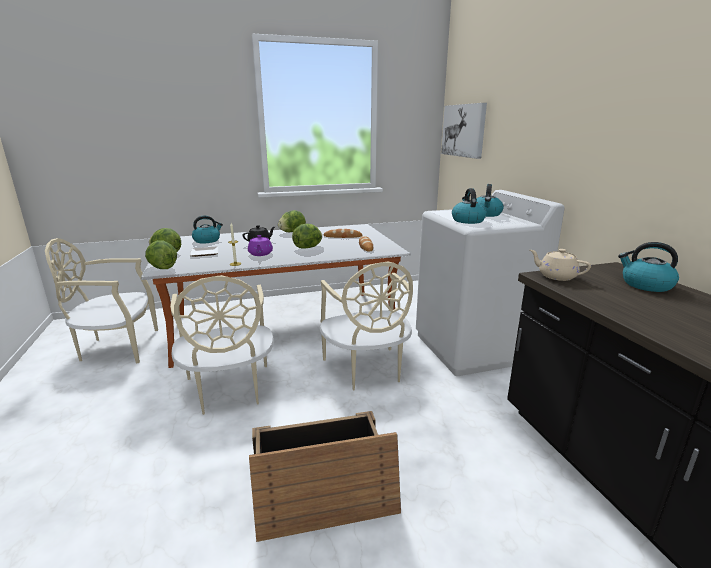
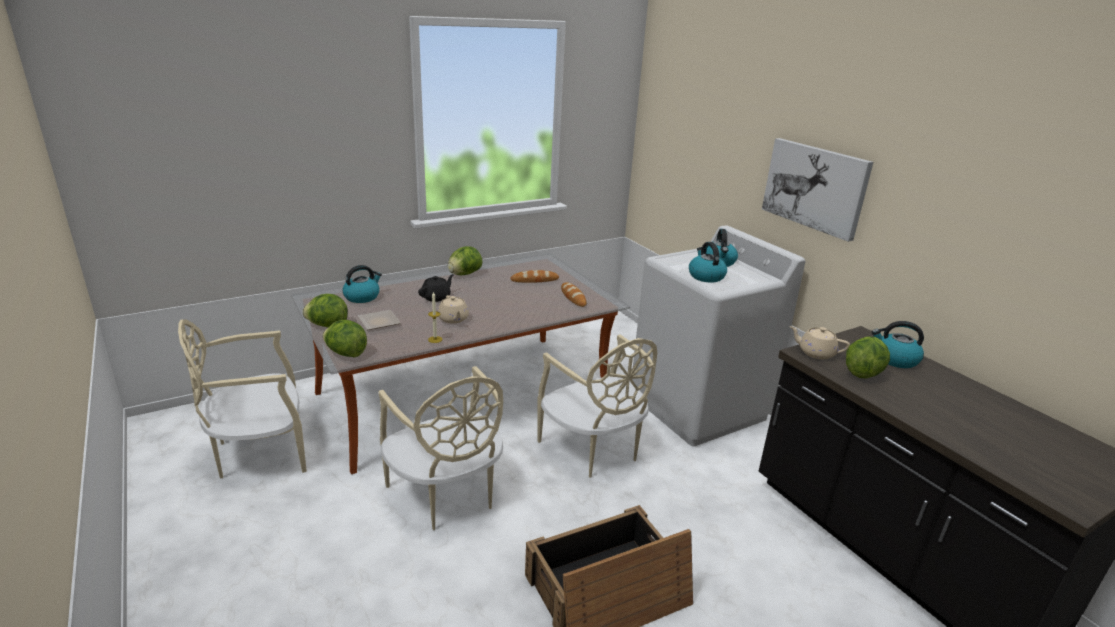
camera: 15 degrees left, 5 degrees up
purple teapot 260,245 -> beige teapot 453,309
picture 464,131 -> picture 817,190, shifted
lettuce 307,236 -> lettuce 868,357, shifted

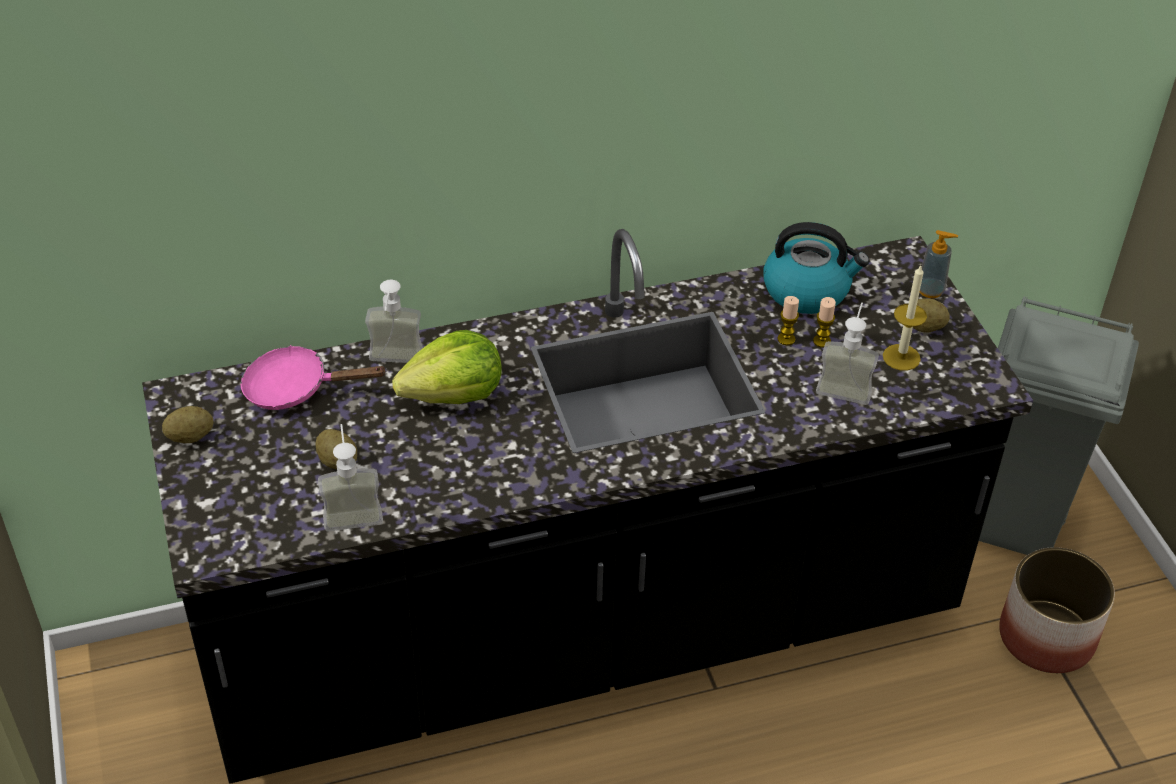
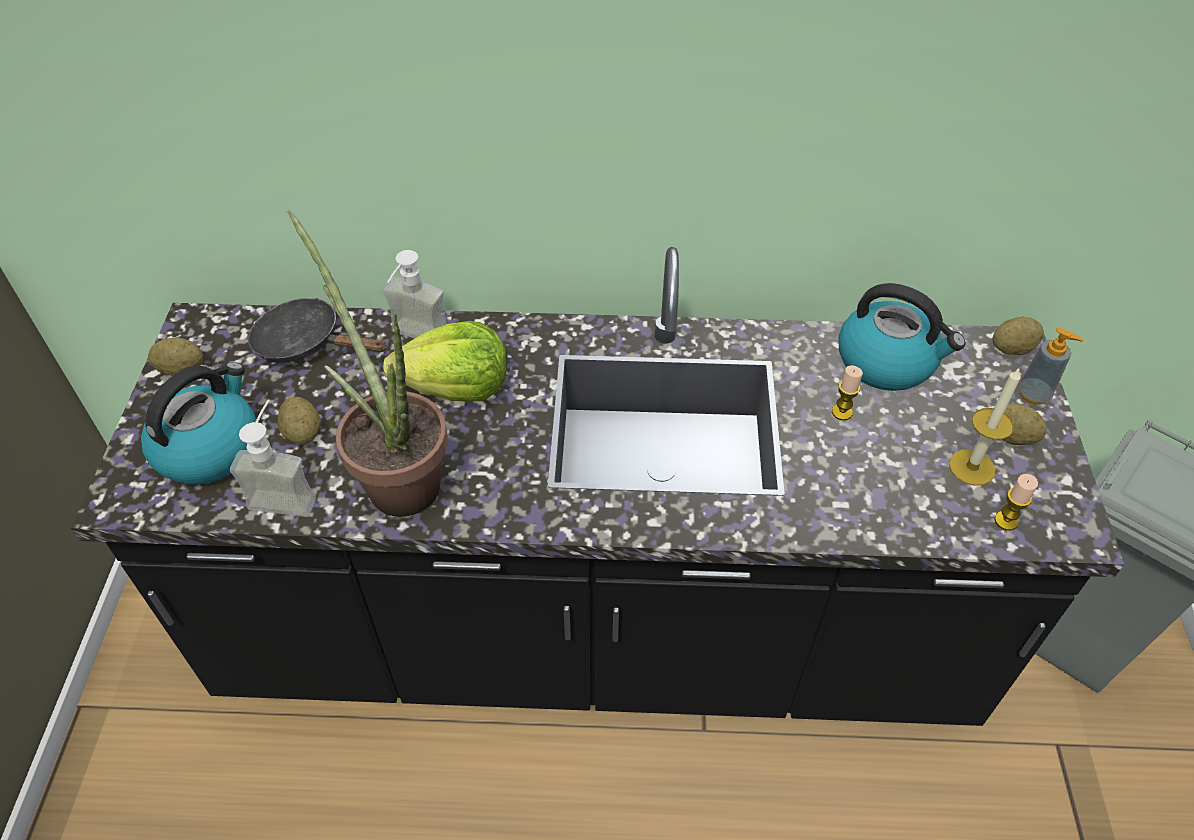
camera: 20 degrees right, 5 degrees up
none -> kettle 198,423
pink frying pan 313,377 -> black frying pan 318,330
none -> potted plant 367,363
none -> potato 1018,336
candle 824,322 -> candle 1016,502, shifted
soap dispenser 847,353 -> none
planter 1057,610 -> none

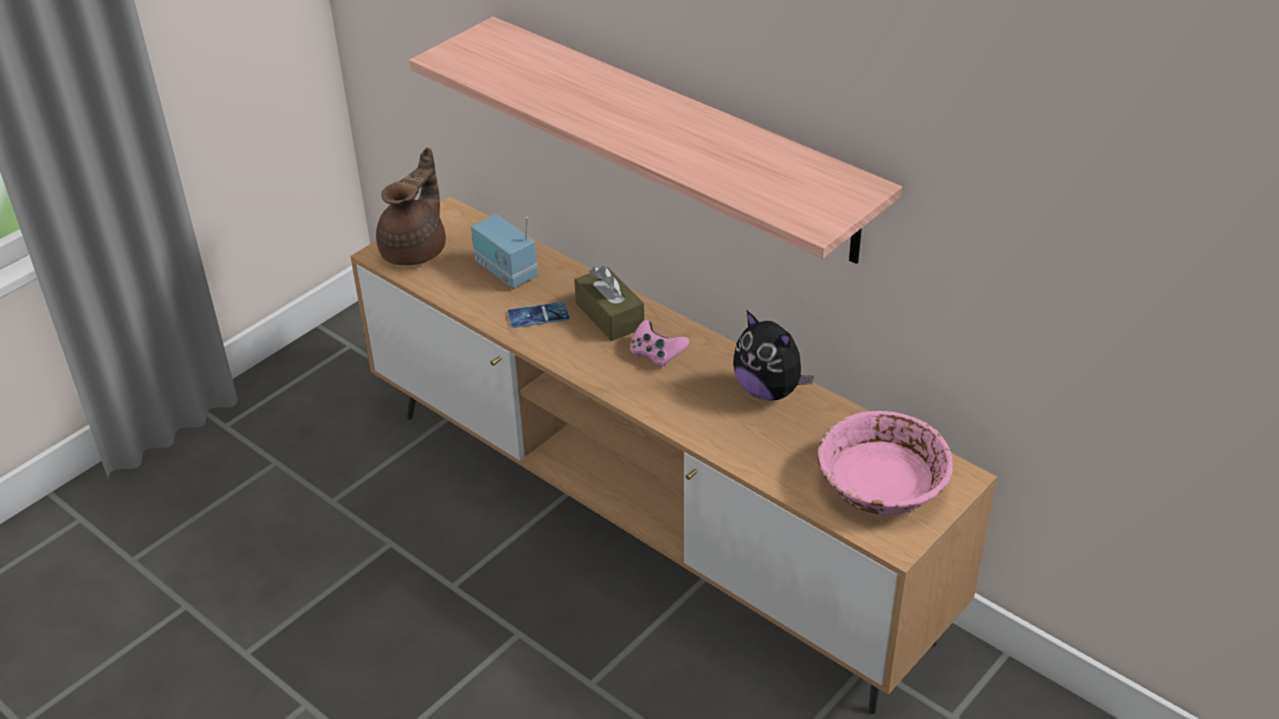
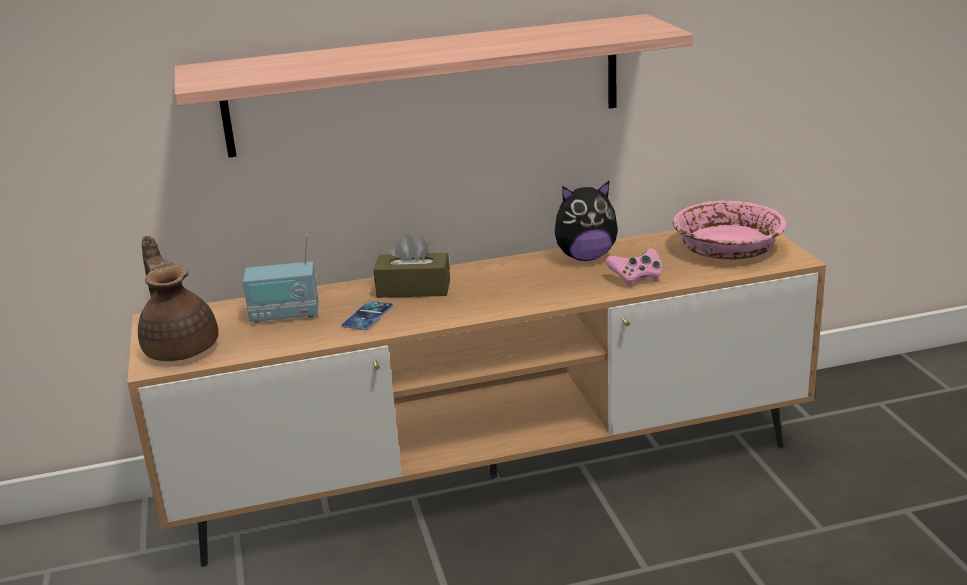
camera: 55 degrees left, 15 degrees down
pink game controller 659,344 -> pink game controller 634,267, shifted

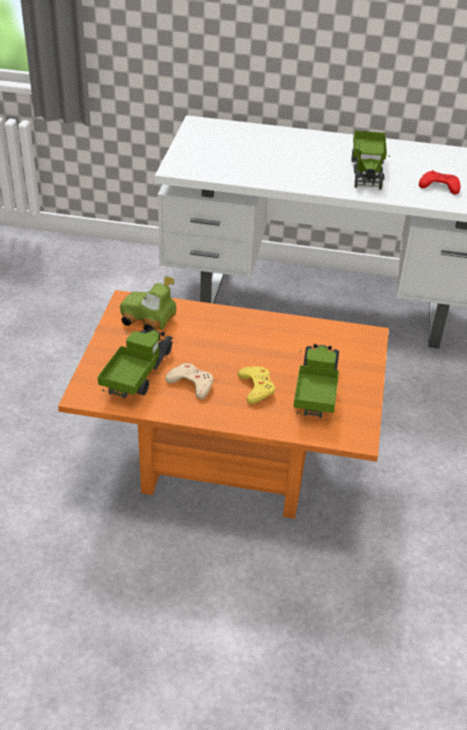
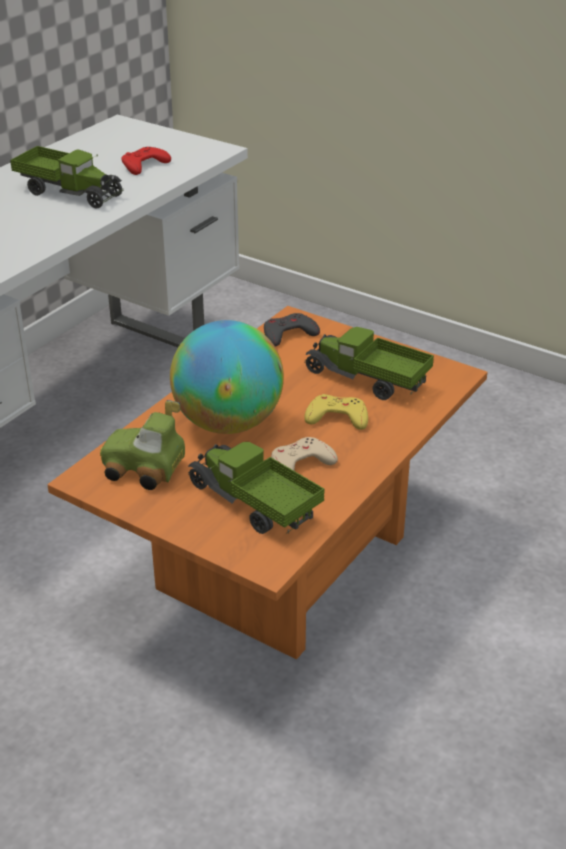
camera: 65 degrees left, 5 degrees down
toy car 148,303 -> toy car 142,445, 60 degrees clockwise
none -> globe 227,377
none -> grey game controller 292,330

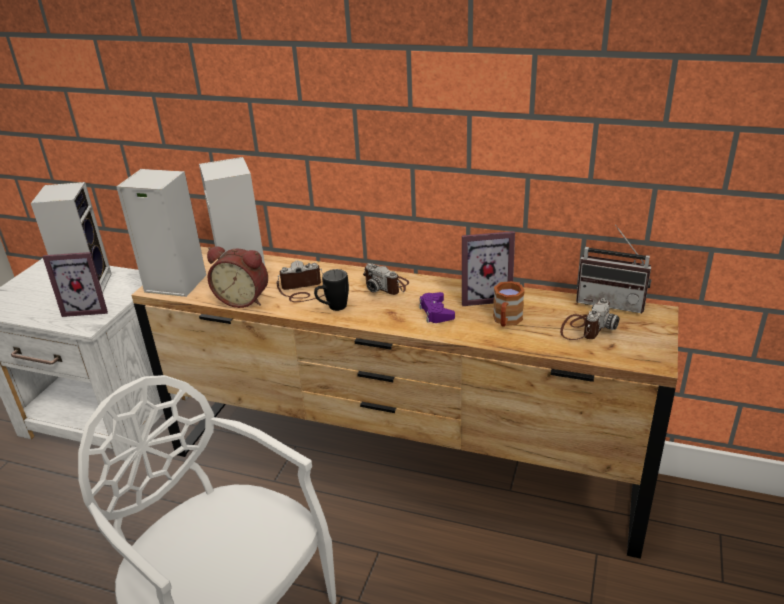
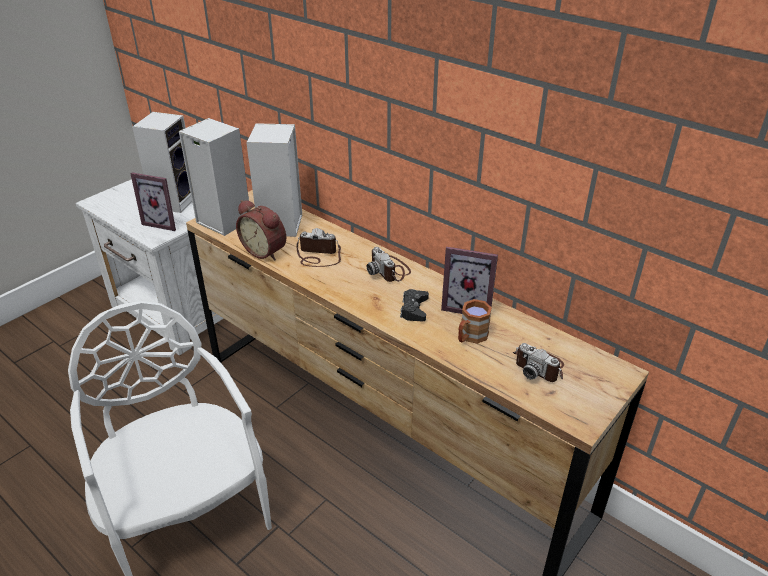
camera: 20 degrees right, 5 degrees up
purple game controller 437,307 -> black game controller 414,305
photo camera 589,319 -> photo camera 538,362, 75 degrees clockwise
black mug 331,290 -> none
radio 613,268 -> none

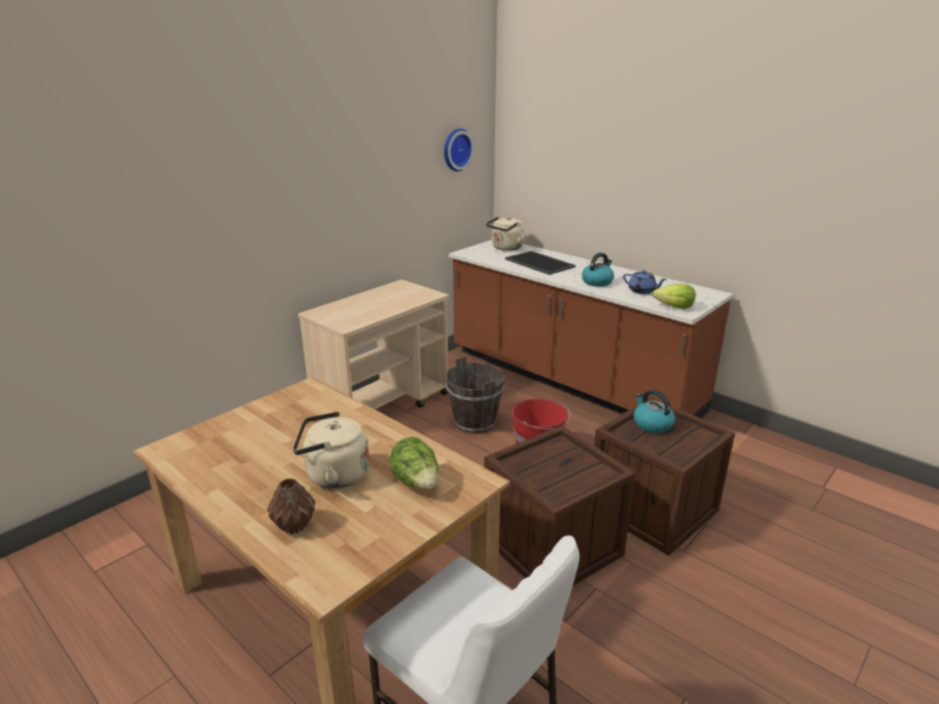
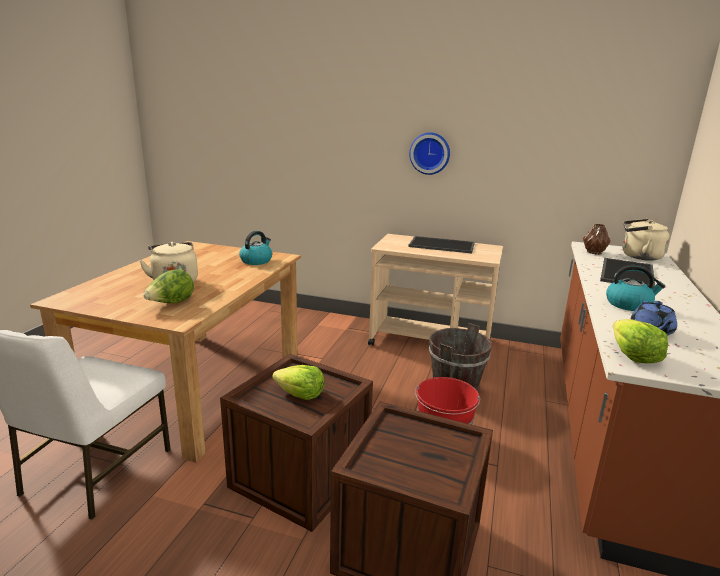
camera: 65 degrees right, 5 degrees down
kettle 654,411 -> kettle 255,248, shifted
none -> lettuce 298,382
none -> tray 441,245
wall clock 459,150 -> wall clock 429,153, shifted
brown vase 291,506 -> brown vase 596,239, shifted

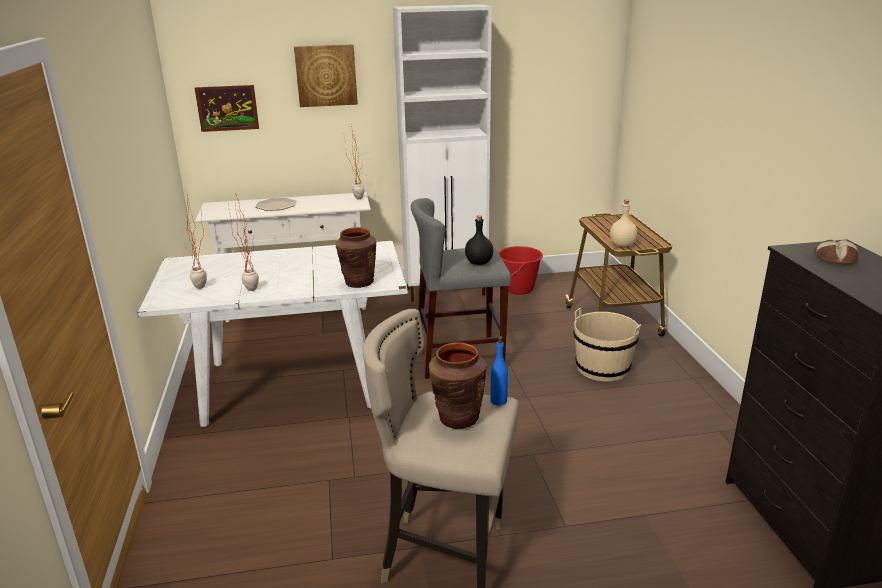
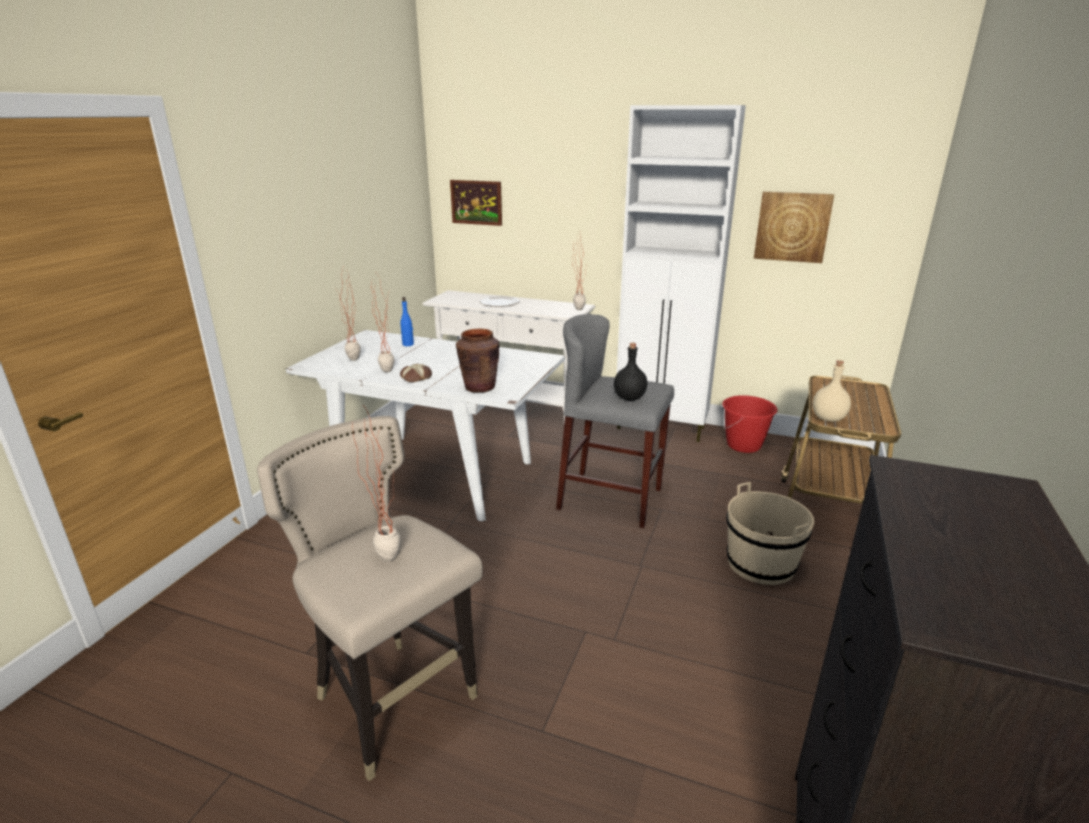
camera: 30 degrees right, 0 degrees up
brown vase 458,385 -> potted plant 376,485
blue bottle 499,371 -> blue bottle 407,321, shifted
bread 836,252 -> bread 416,373, shifted
picture 326,75 -> picture 794,227, shifted

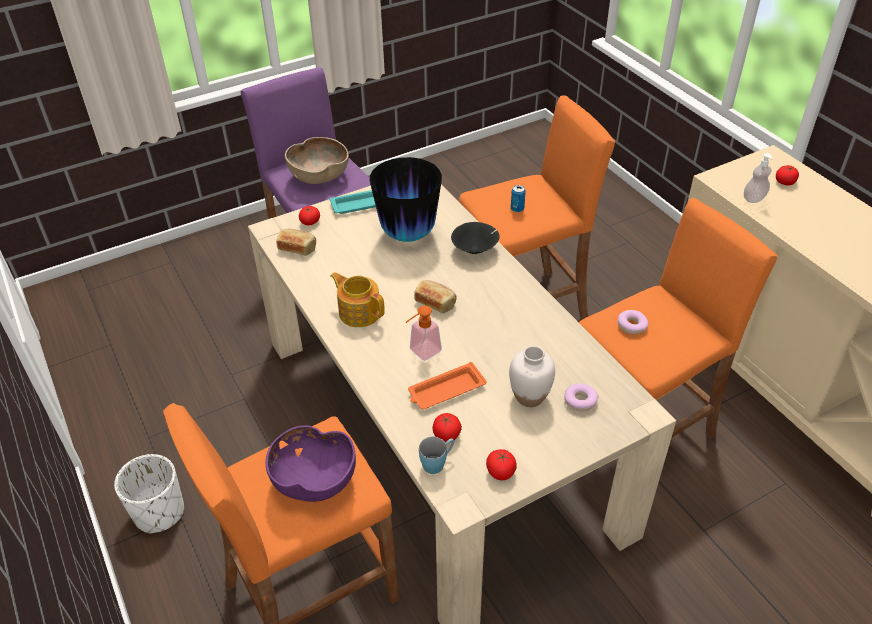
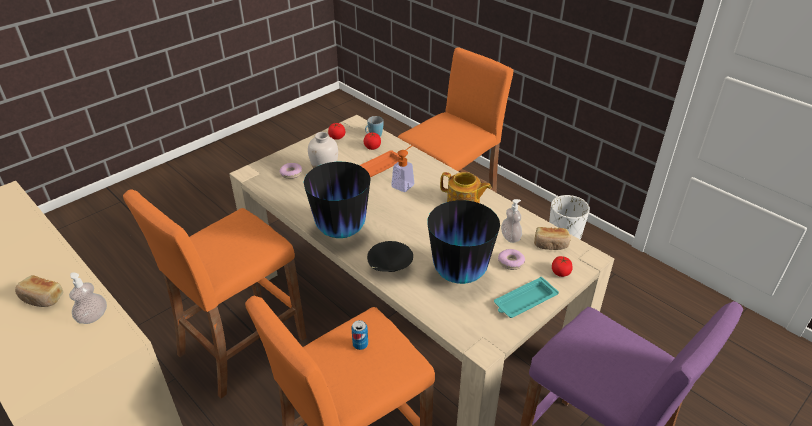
camera: 165 degrees right, 5 degrees down
bread 435,296 -> bread 39,291, shifted
none -> vase 337,200
donut 633,322 -> donut 511,259, shifted
none -> soap dispenser 511,221
purple bowl 311,463 -> none
brown bowl 317,160 -> none
tomato 787,175 -> none

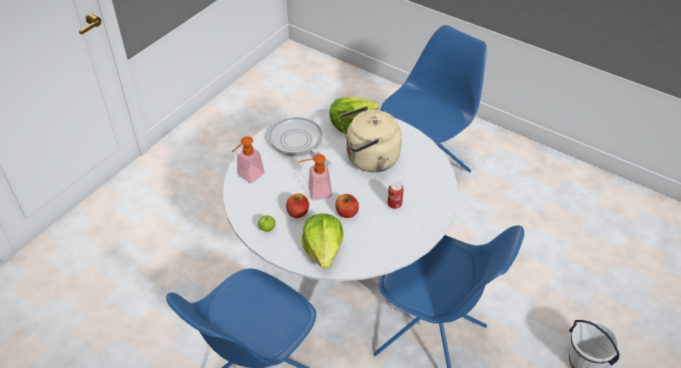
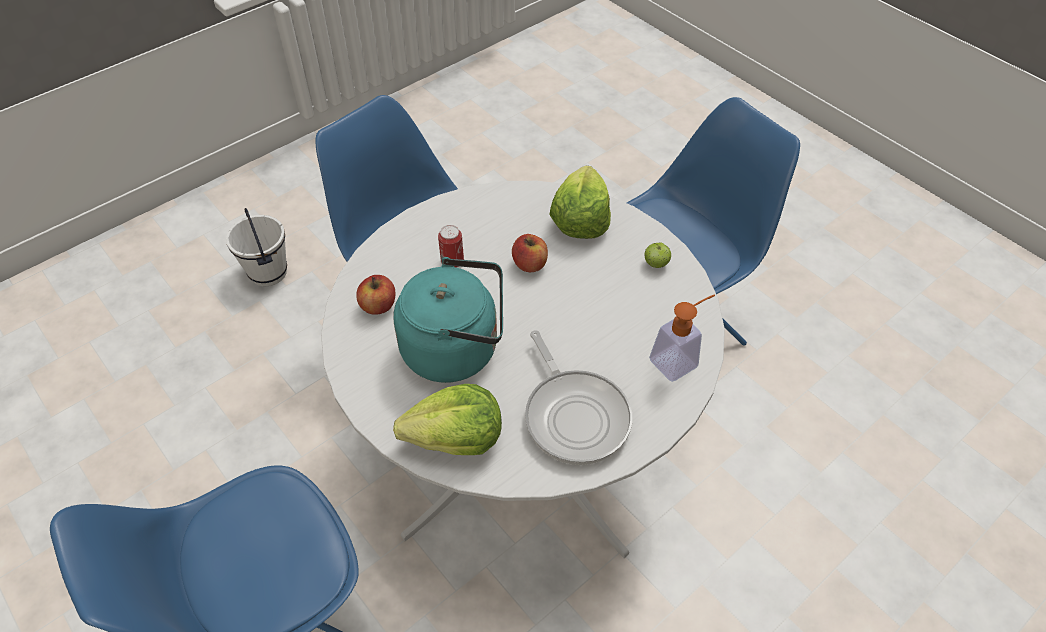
camera: 165 degrees left, 5 degrees up
apple 297,206 -> apple 375,295, shifted
beige kettle 370,139 -> turquoise kettle 448,320
soap dispenser 315,177 -> none

